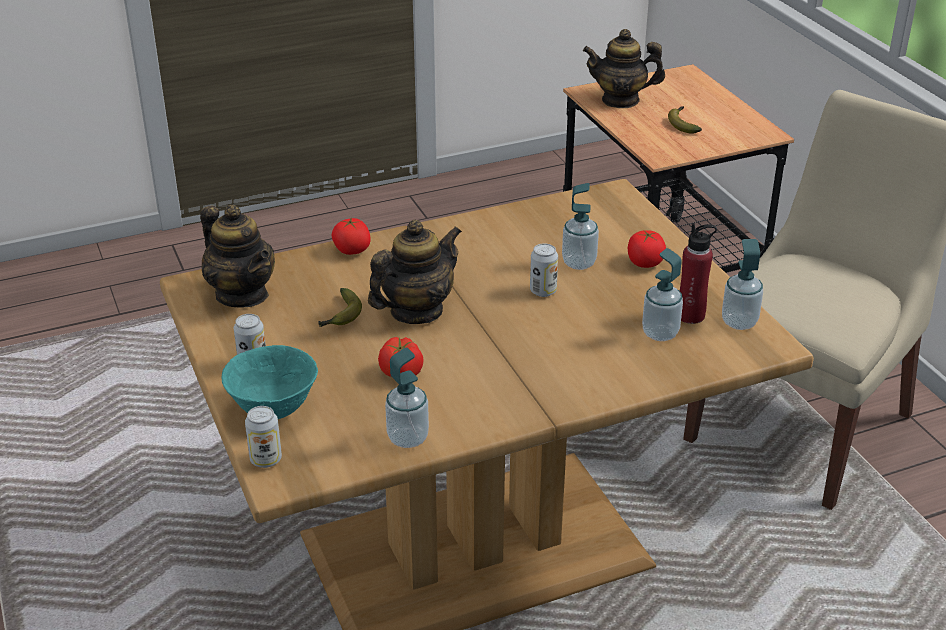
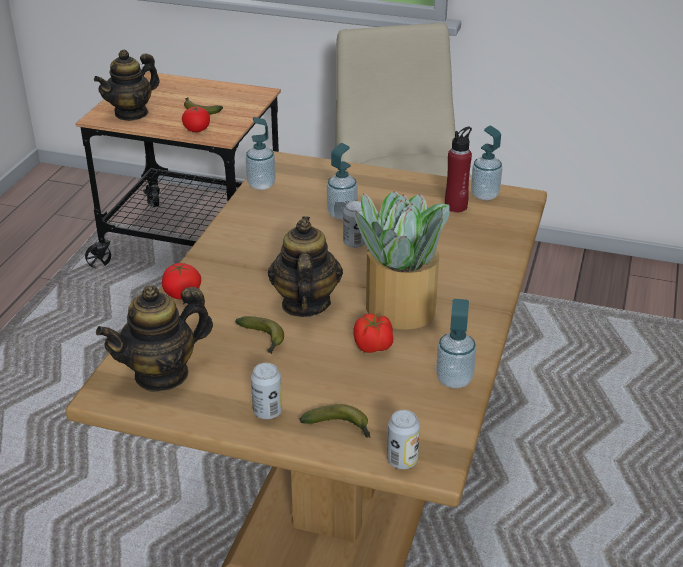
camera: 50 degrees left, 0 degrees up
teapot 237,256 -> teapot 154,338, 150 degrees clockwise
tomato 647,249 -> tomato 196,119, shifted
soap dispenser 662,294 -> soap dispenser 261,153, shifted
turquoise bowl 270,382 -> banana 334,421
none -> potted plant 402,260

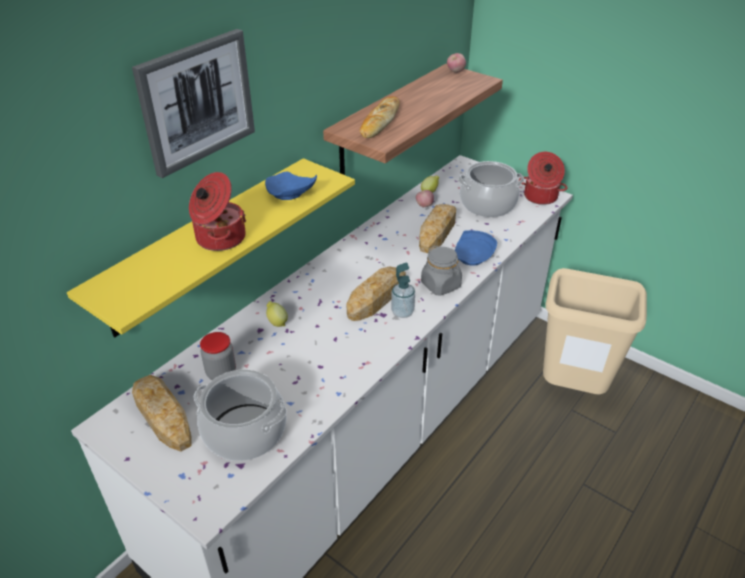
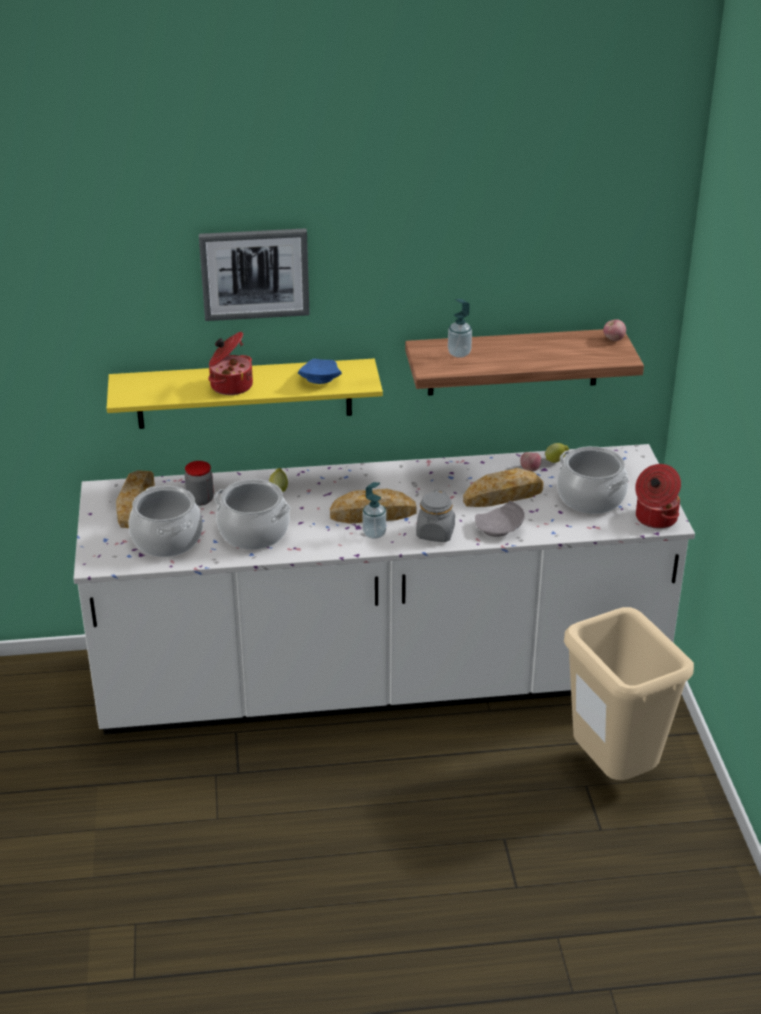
camera: 45 degrees right, 5 degrees down
none -> cooking pot 252,514
bread 380,117 -> soap dispenser 460,328
blue plate 476,248 -> grey plate 500,519

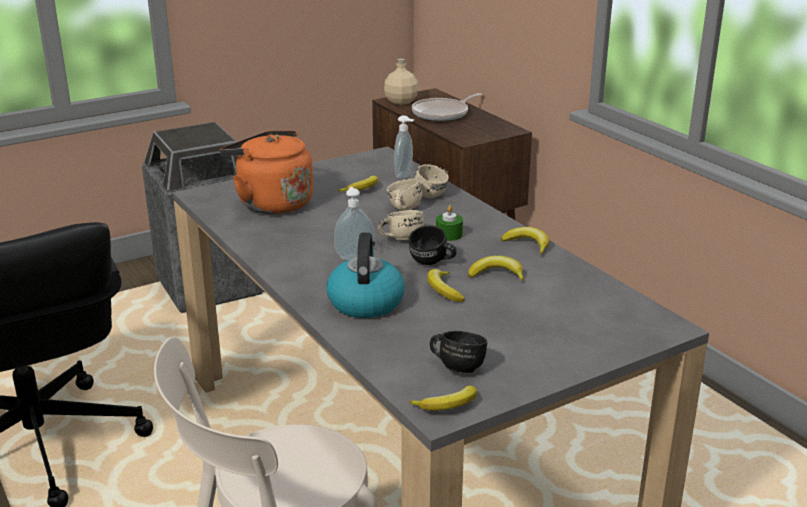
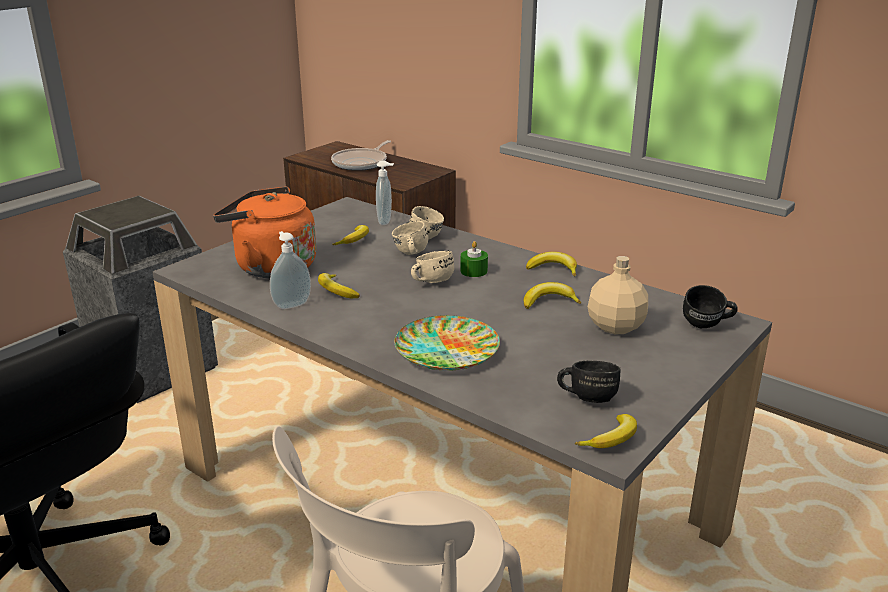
camera: 20 degrees left, 0 degrees up
soap dispenser 354,223 -> soap dispenser 290,270, shifted
banana 446,285 -> banana 339,285, shifted
kettle 365,275 -> plate 447,343
beige bottle 401,81 -> beige bottle 618,295, shifted
black mug 432,245 -> black mug 710,306, shifted

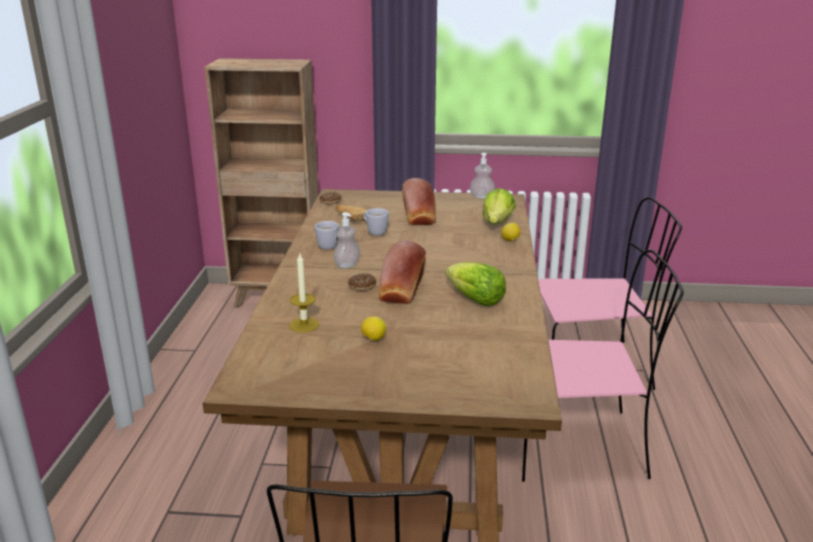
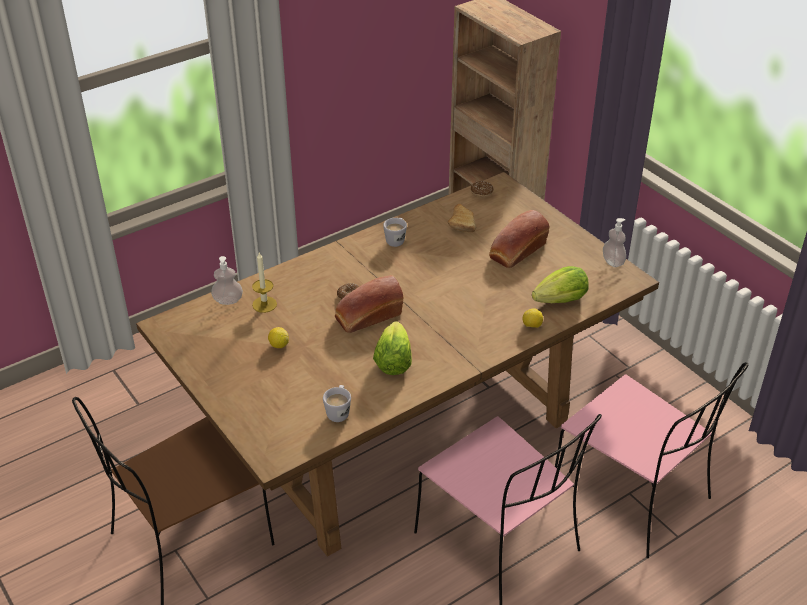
camera: 50 degrees right, 15 degrees up
soap dispenser 347,240 -> soap dispenser 227,280, shifted
white mug 376,222 -> white mug 337,403, shifted

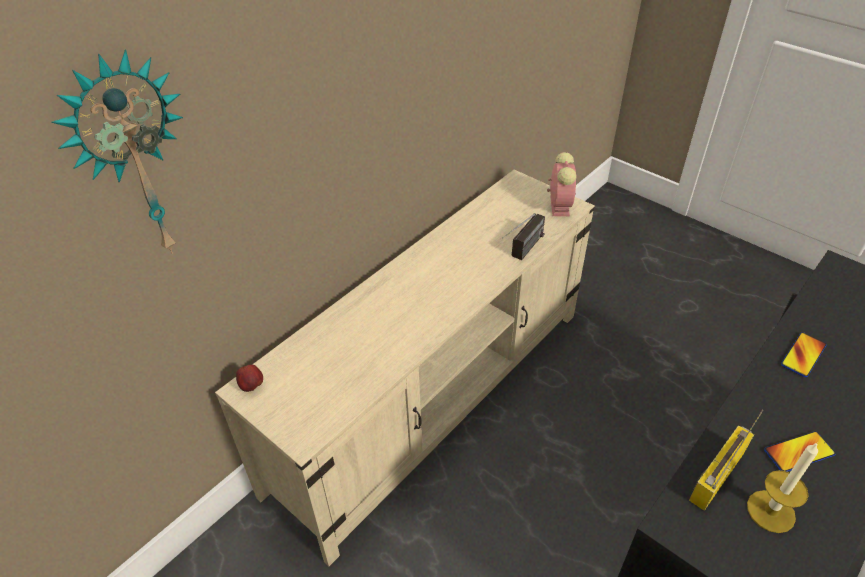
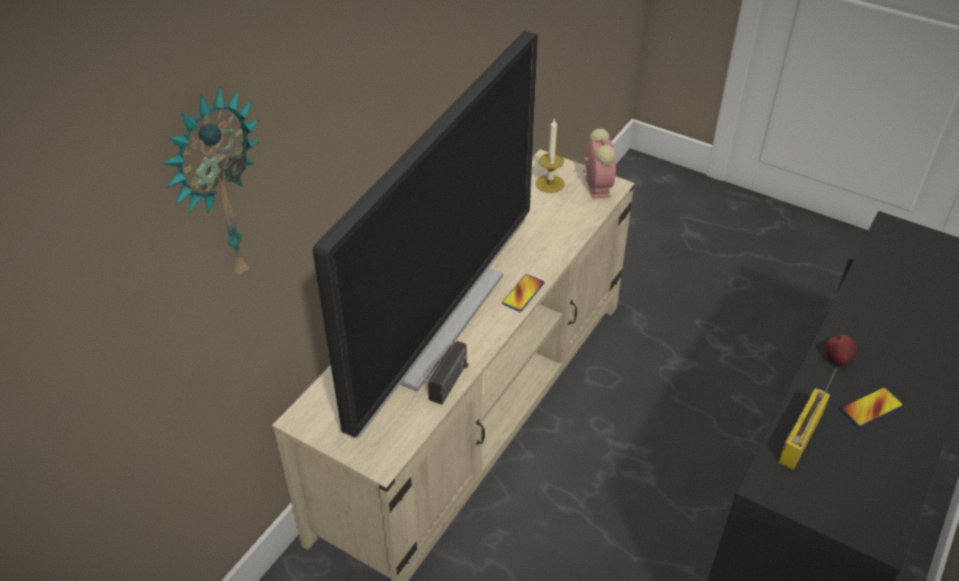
camera: 10 degrees left, 0 degrees up
none -> television 425,234
radio 523,236 -> radio 440,373, shifted
phone 804,354 -> phone 523,293, shifted
candle 782,487 -> candle 550,156, shifted
apple 249,378 -> apple 841,350, shifted

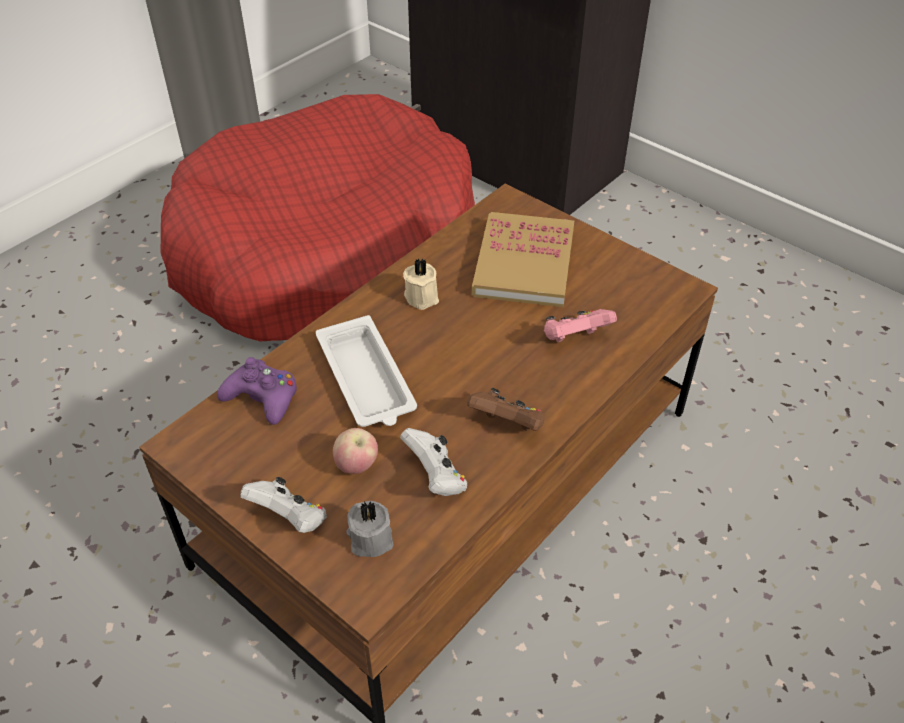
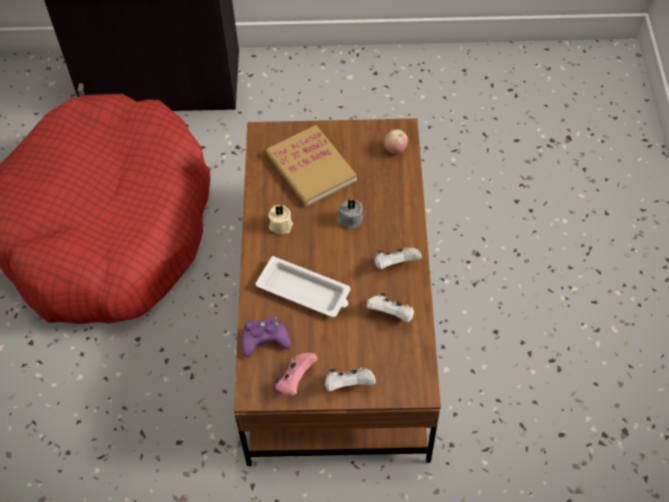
camera: 40 degrees left, 10 degrees up
pink game controller 580,325 -> pink game controller 296,374, shifted
grey candle 370,529 -> grey candle 350,214, shifted
brown game controller 506,409 -> white game controller 398,258
apple 355,451 -> apple 396,141, shifted

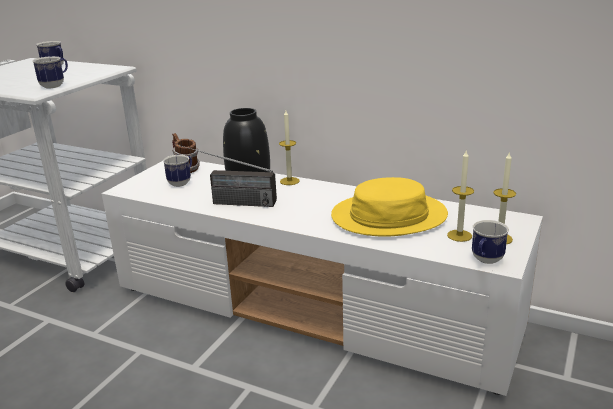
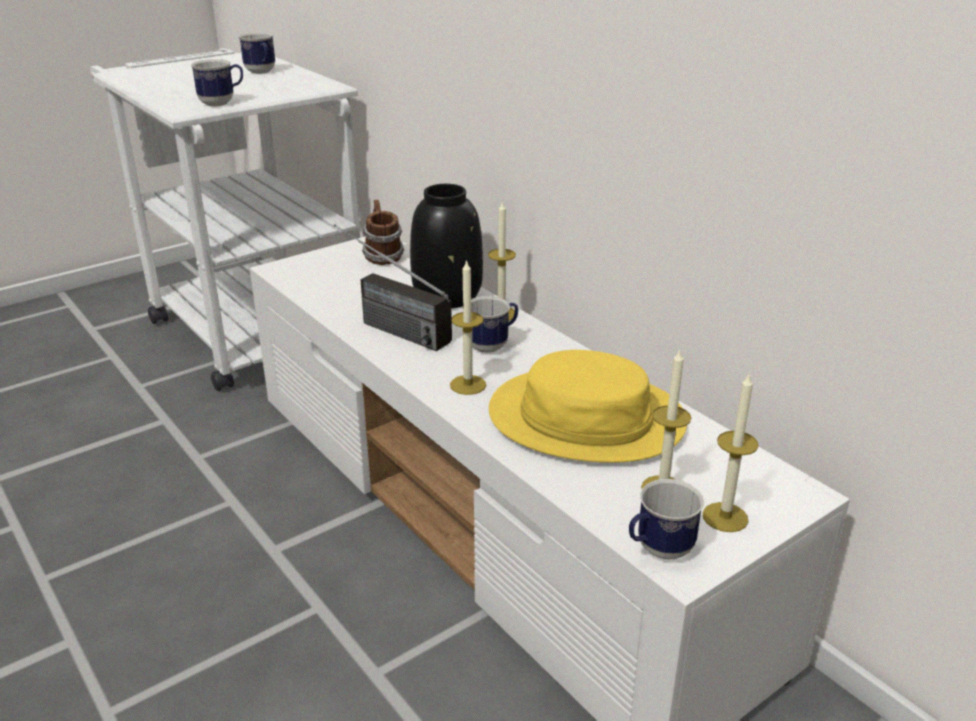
camera: 25 degrees right, 5 degrees up
none -> candle 468,327
mug 177,171 -> mug 494,324, shifted

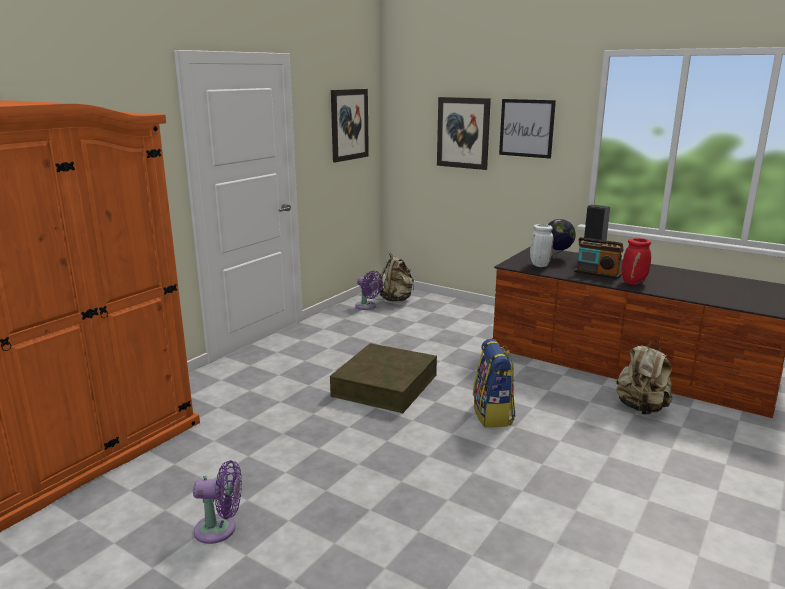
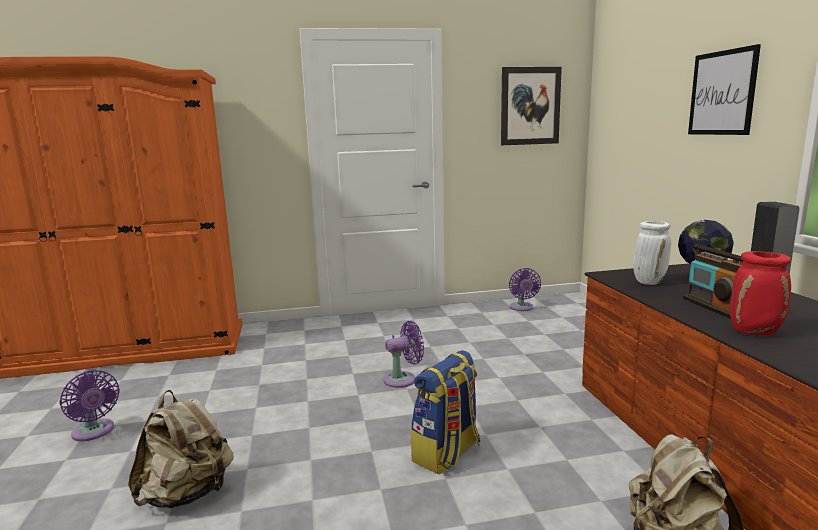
camera: 45 degrees right, 5 degrees down
beige backpack 396,277 -> beige backpack 180,449, shifted
brown storage box 383,378 -> purple fan 404,354
picture 464,133 -> none

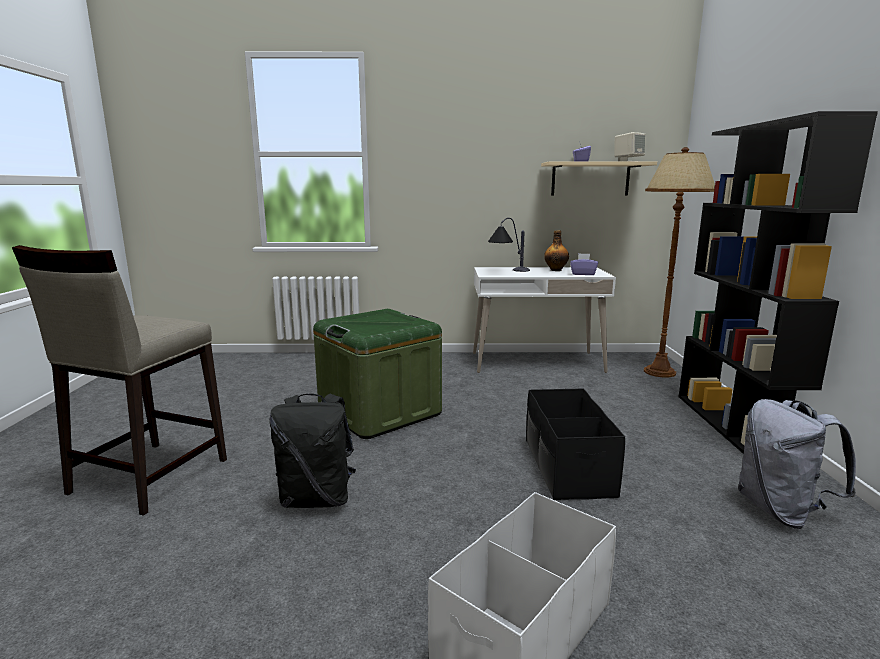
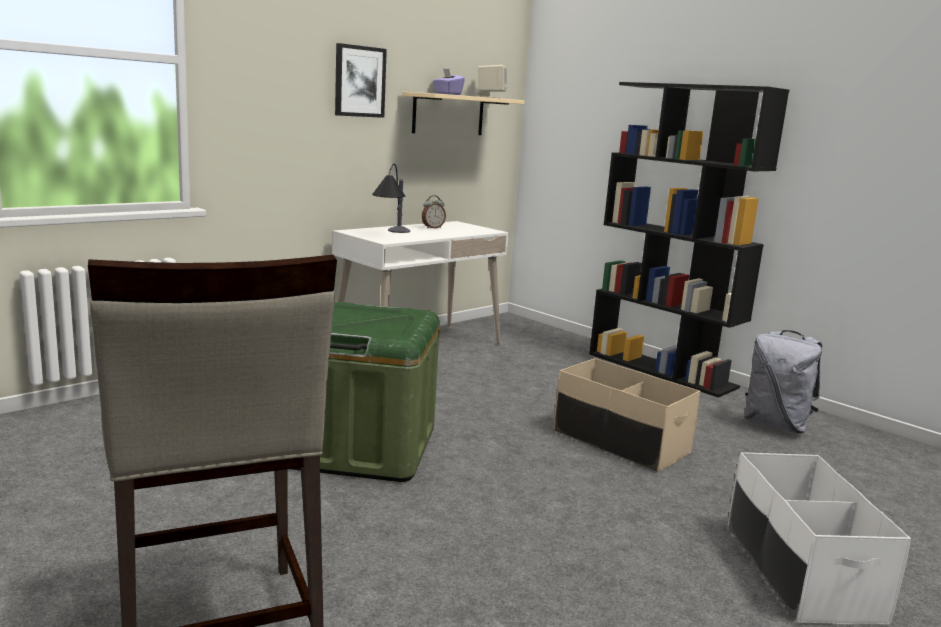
camera: 45 degrees left, 0 degrees up
none -> picture 361,80
bottle 556,250 -> alarm clock 434,212
black storage box 575,444 -> beige storage box 627,415
black backpack 312,451 -> none
purple tissue box 584,264 -> none
brown floor lamp 679,262 -> none

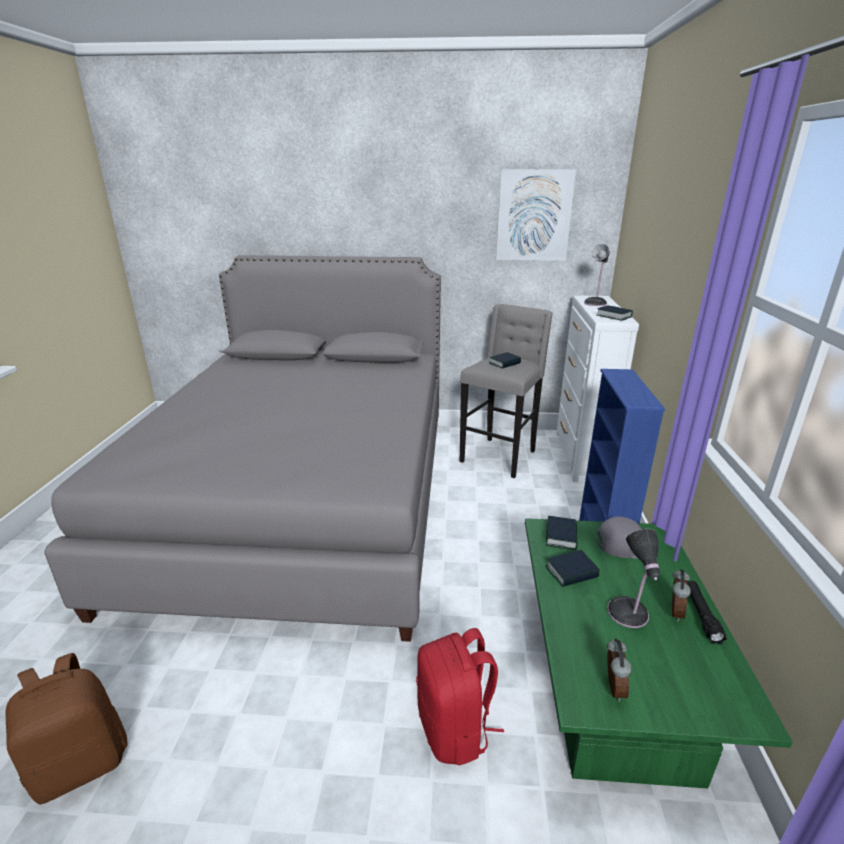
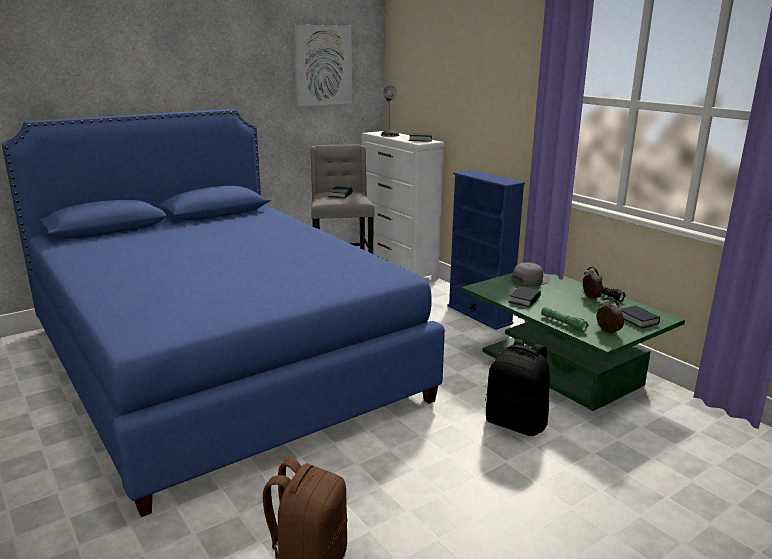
camera: 40 degrees left, 5 degrees down
grey bed 243,448 -> blue bed 223,313
red backpack 460,697 -> black backpack 518,387
none -> green flashlight 565,319
book 562,533 -> book 641,317, shifted
table lamp 633,578 -> none

